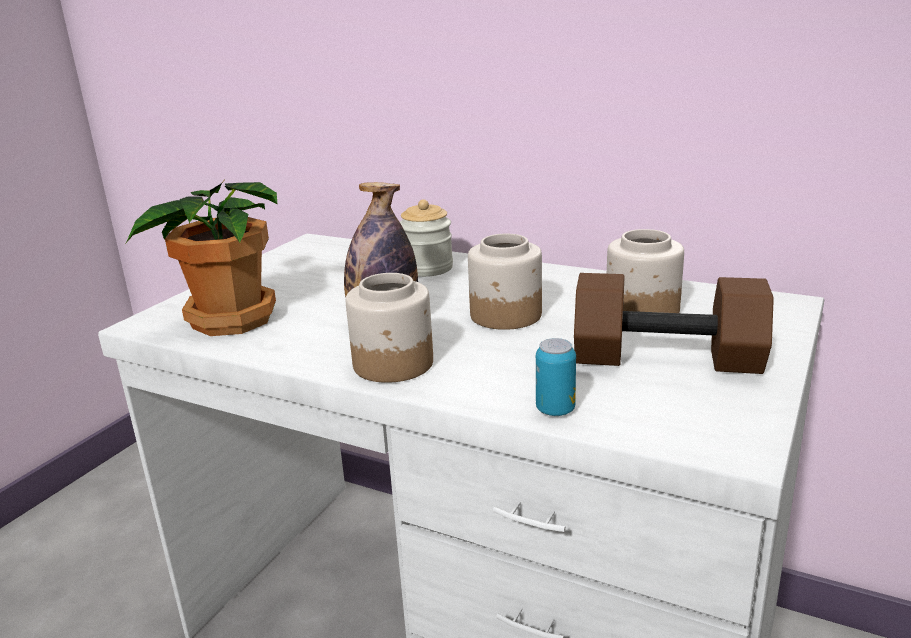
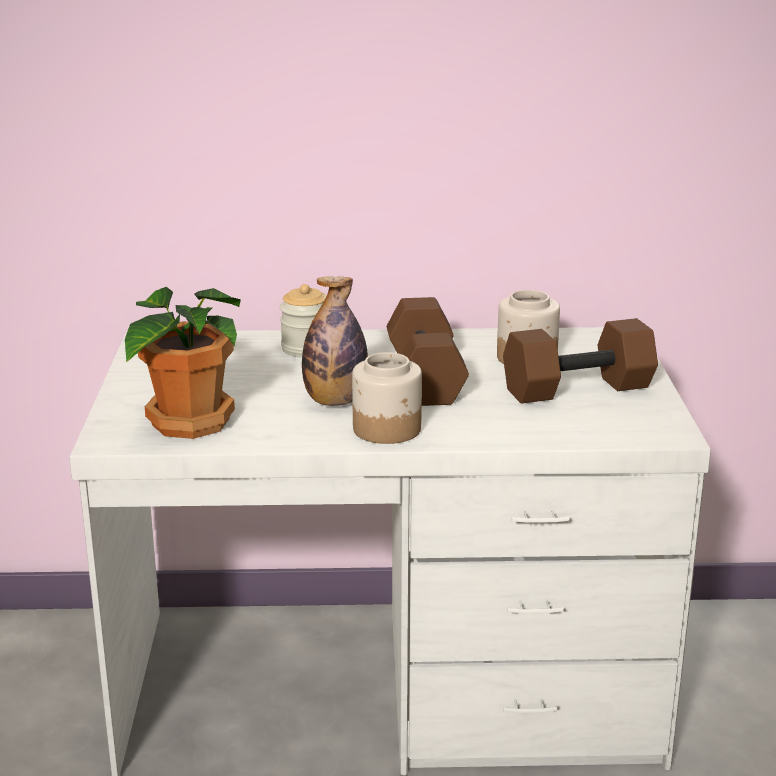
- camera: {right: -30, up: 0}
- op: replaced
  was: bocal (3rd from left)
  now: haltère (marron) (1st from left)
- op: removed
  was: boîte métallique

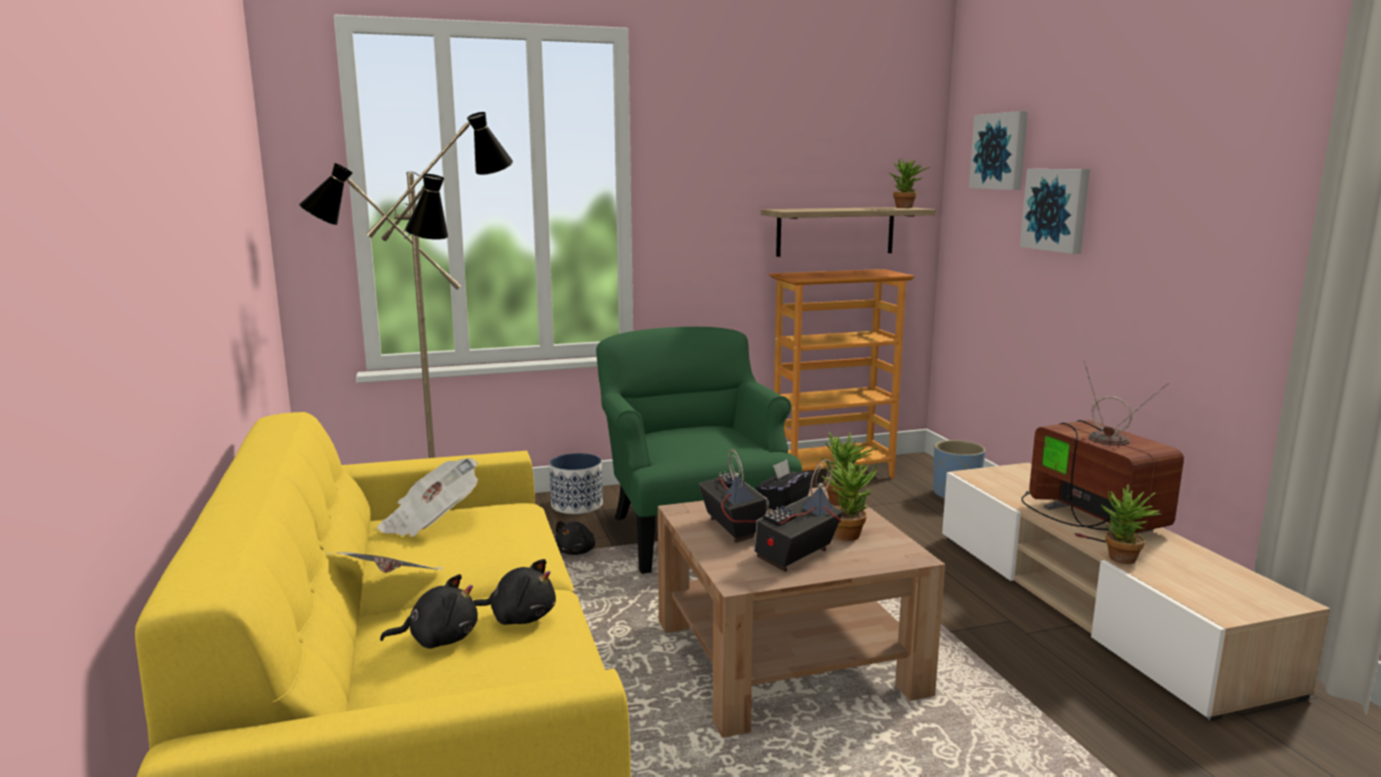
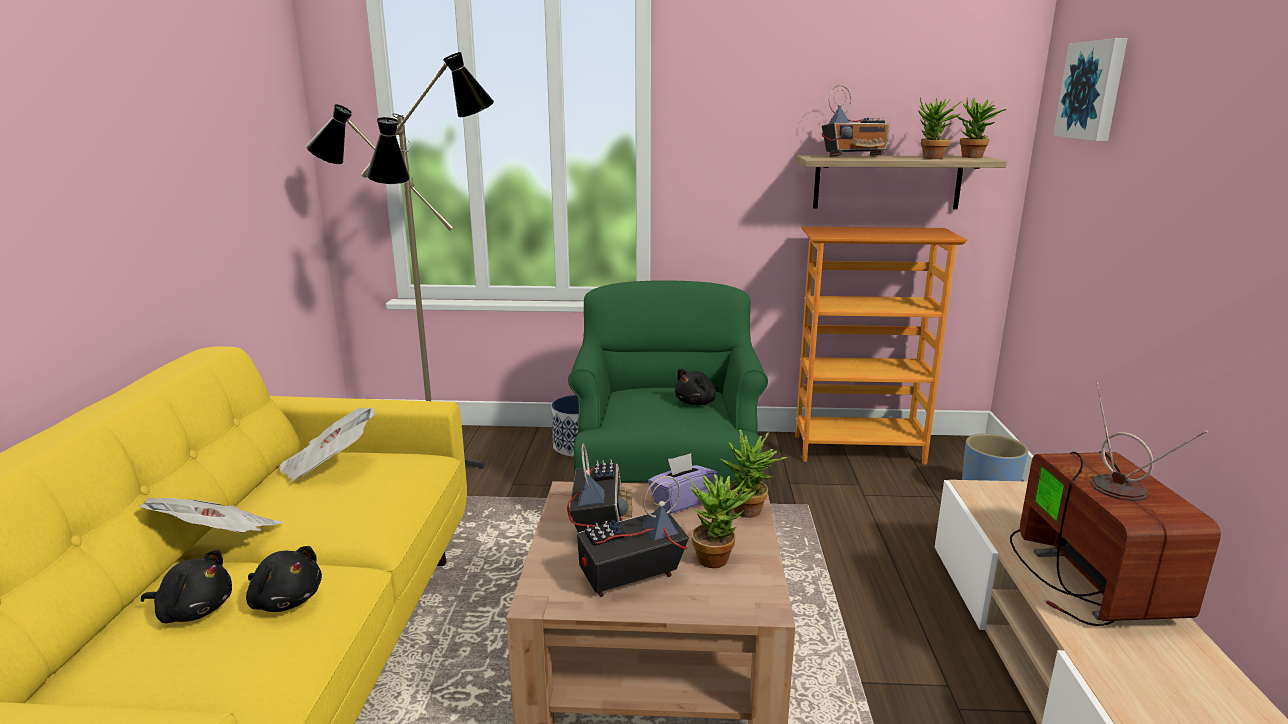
- camera: {right: 20, up: 5}
- op: moved
  was: peluche (noir) (3rd from left)
- op: recoloured
  was: boîte à mouchoirs (noir)
  now: boîte à mouchoirs (violet)
- op: removed
  was: tableau (2nd from left)
- op: moved
  was: plante en pot (4th from left in the first image)
  now: plante en pot (3rd from left)
- op: added
  now: radio (3rd from left)

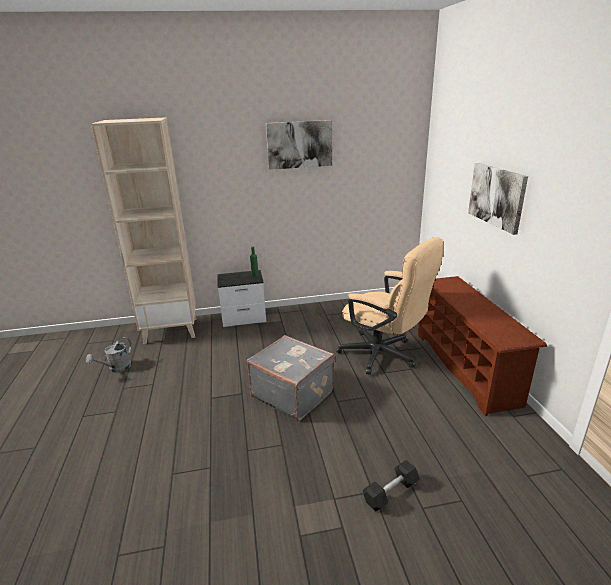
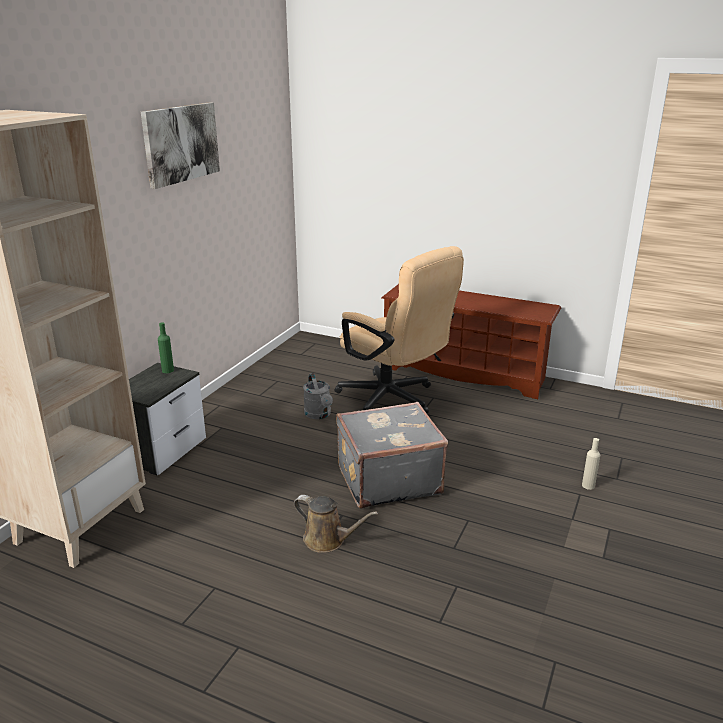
- camera: {right: -55, up: 0}
- op: moved
  was: arrosoir (gris)
- op: turned
  was: chaise de bureau (beige)
  clockwise: 60
- op: replaced
  was: haltère (noir)
  now: bouteille (beige)
- op: removed
  was: tableau (2nd from left)
- op: added
  now: arrosoir (marron)

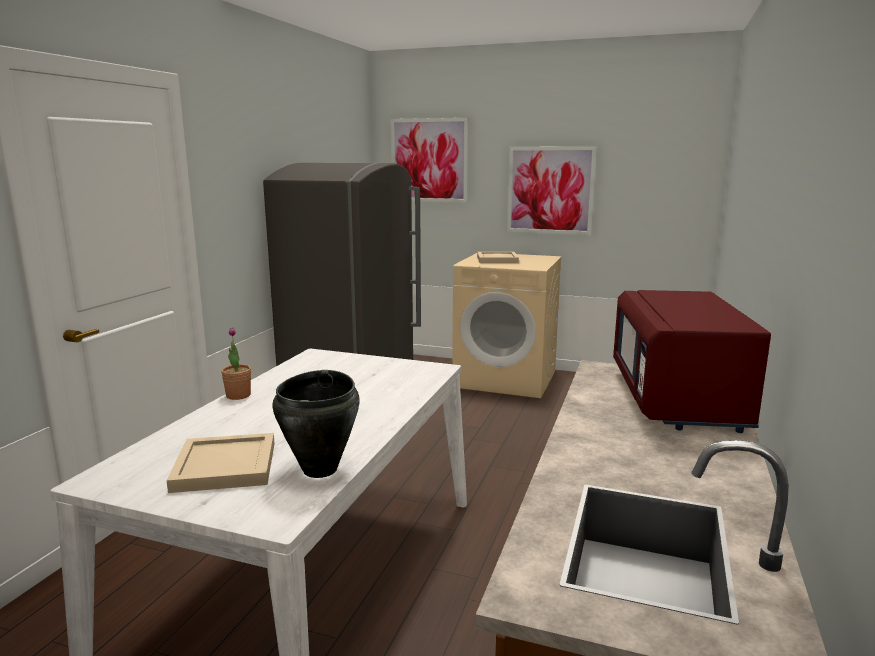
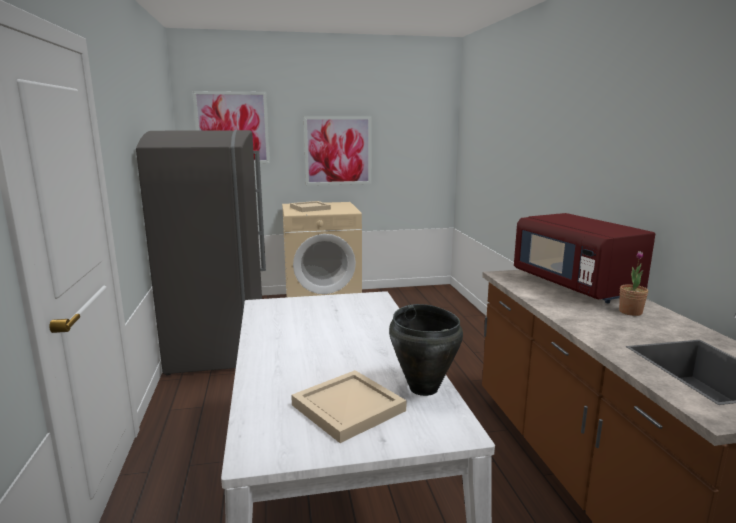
- camera: {right: -30, up: 0}
- op: moved
  was: plante en pot

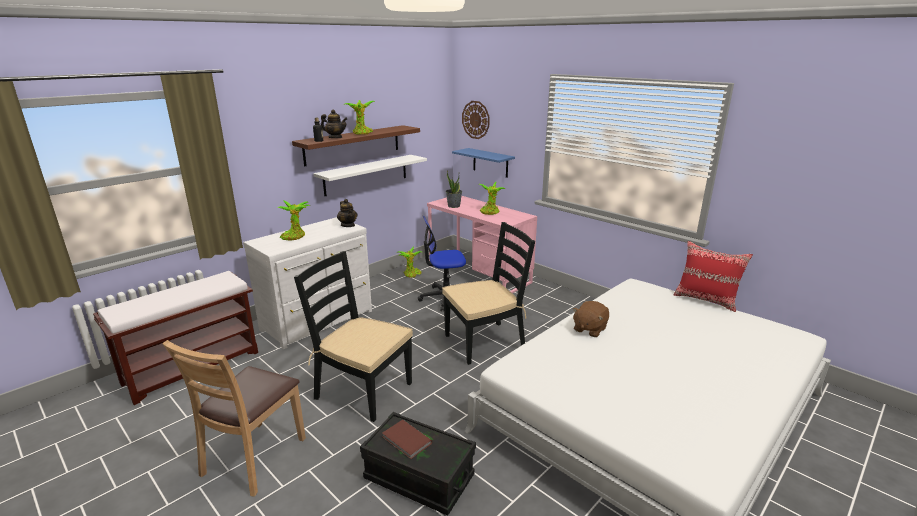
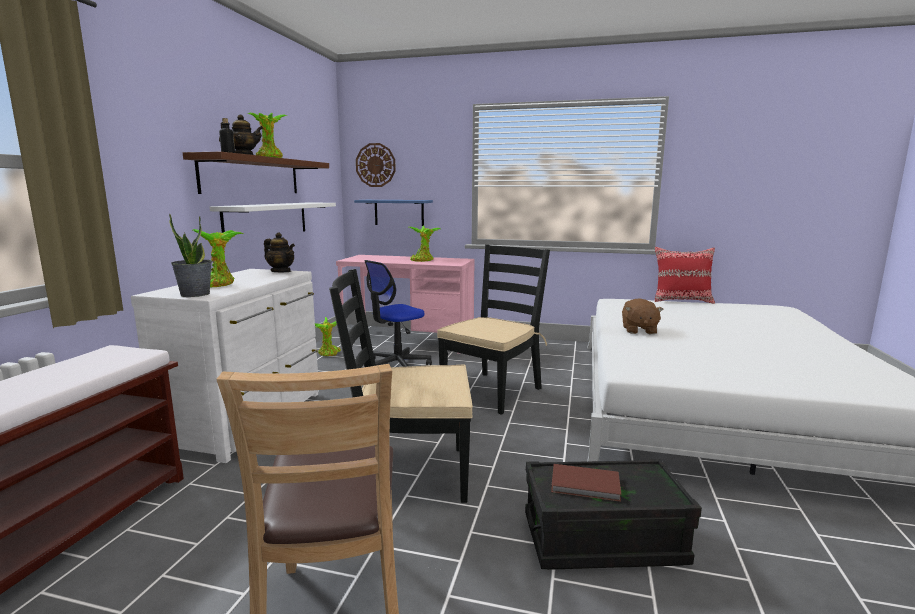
- camera: {right: -30, up: -10}
- op: moved
  was: plante en pot (4th from left in the first image)
  now: plante en pot (1st from left)

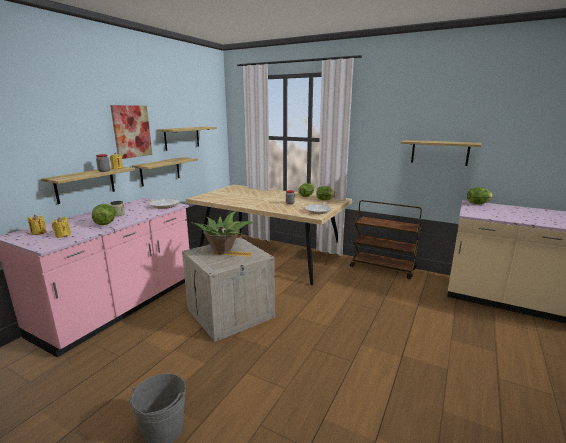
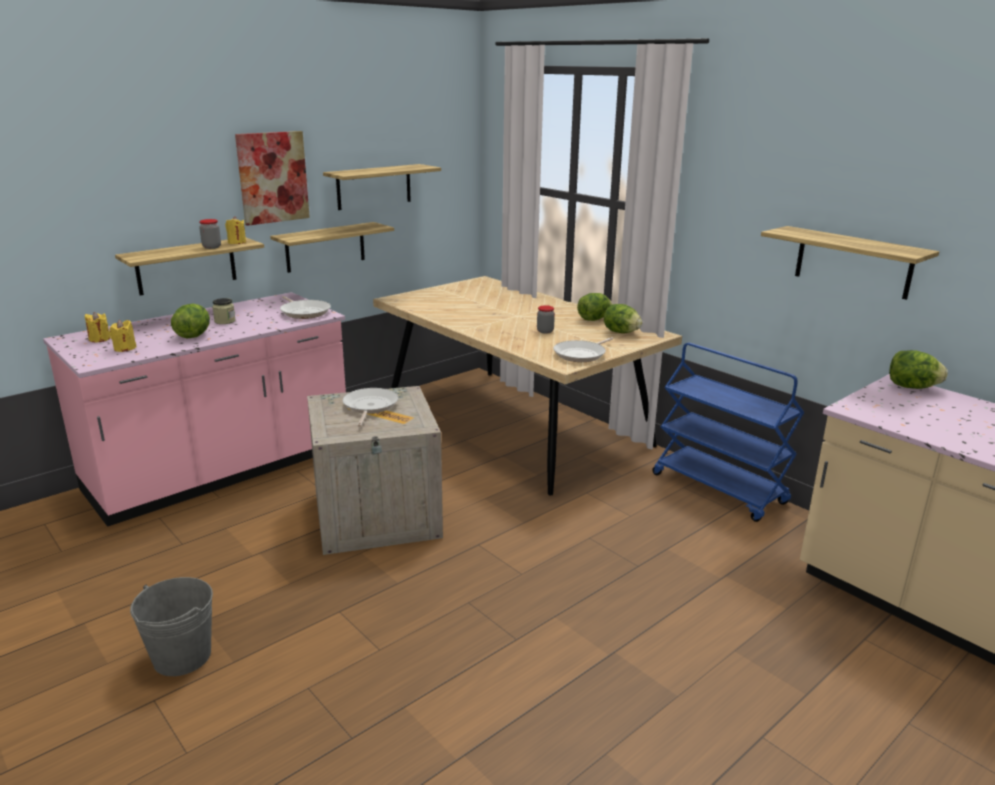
- camera: {right: 20, up: 5}
- op: replaced
  was: plante en pot
  now: poêle (2nd from left)
- op: recoloured
  was: chariot (marron)
  now: chariot (bleu)

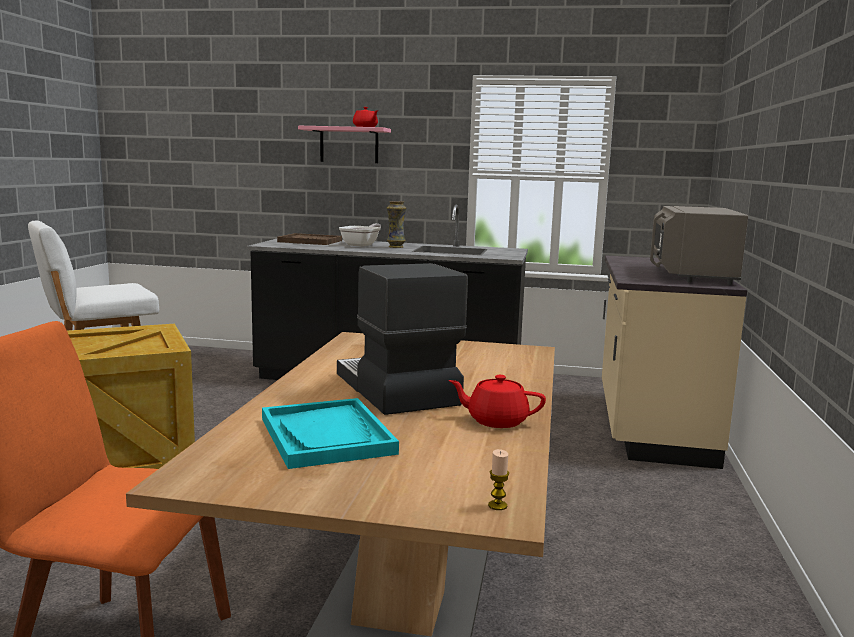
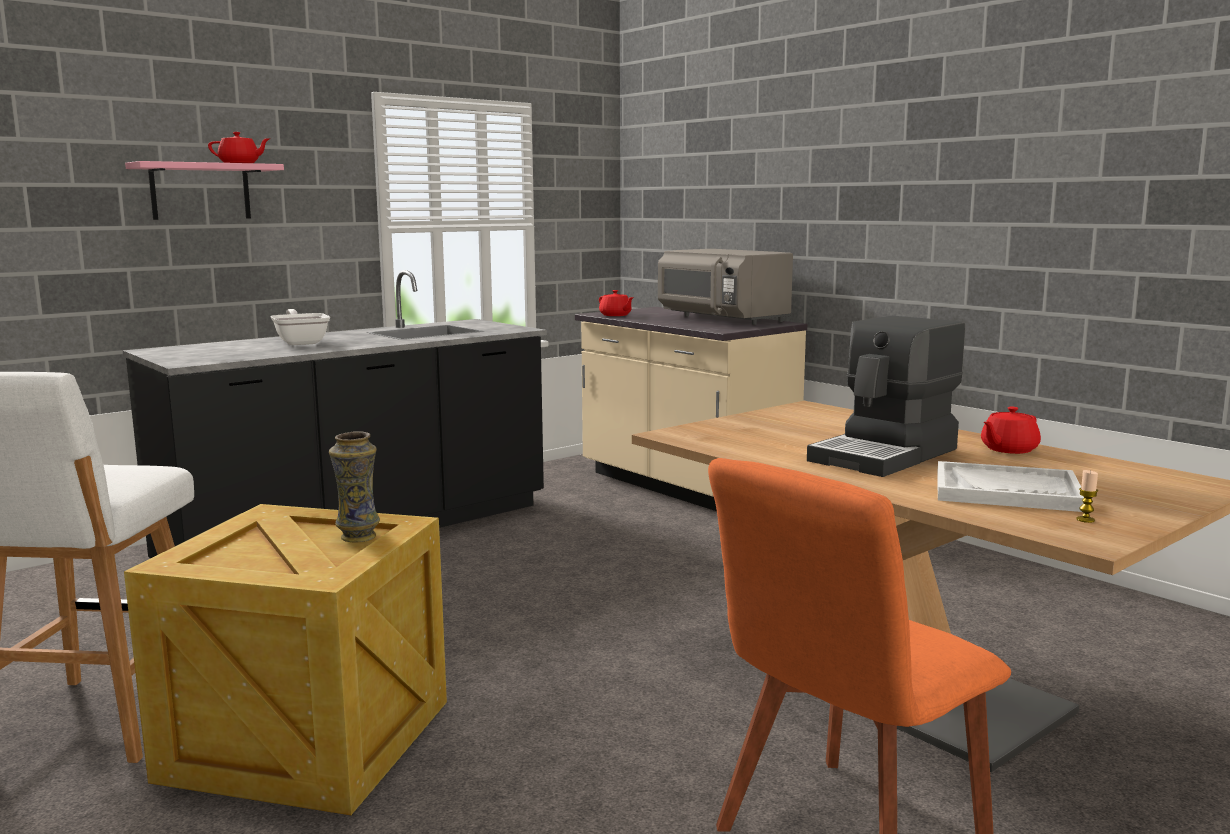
- camera: {right: -50, up: 0}
- op: recoloured
  was: plateau (turquoise)
  now: plateau (blanc)
- op: removed
  was: plateau (marron)
- op: turned
  was: machine à café
  clockwise: -60
- op: moved
  was: vase
- op: moved
  was: bougie
- op: added
  now: théière (rouge) (2nd from left)

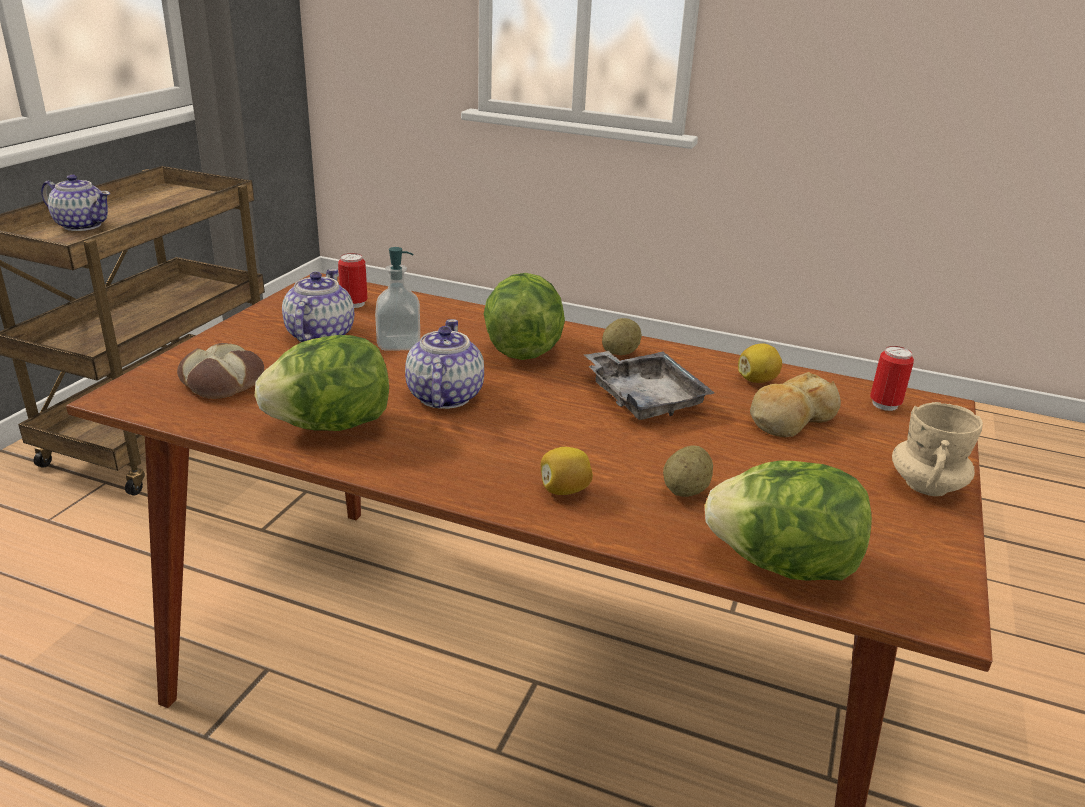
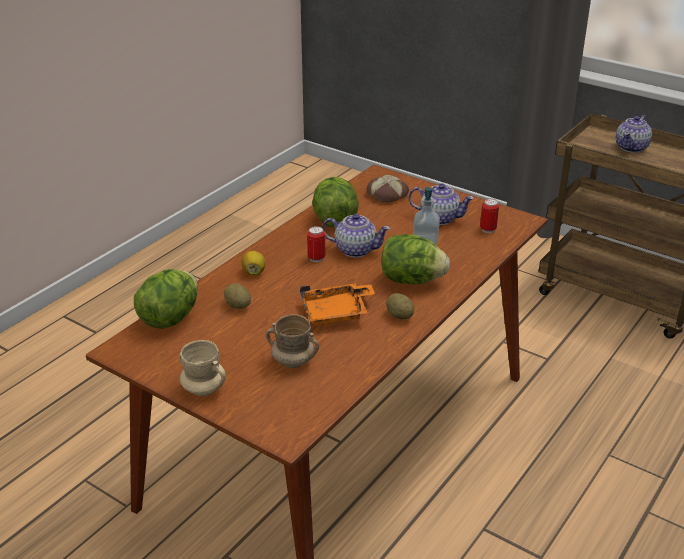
- camera: {right: 105, up: 5}
- op: recoloured
  was: plateau (gris)
  now: plateau (orange)
- op: removed
  was: citron (2nd from left)
- op: replaced
  was: pain (2nd from left)
  now: mug (beige) (2nd from left)
- op: moved
  was: boîte métallique (2nd from left in the first image)
  now: boîte métallique (1st from left)

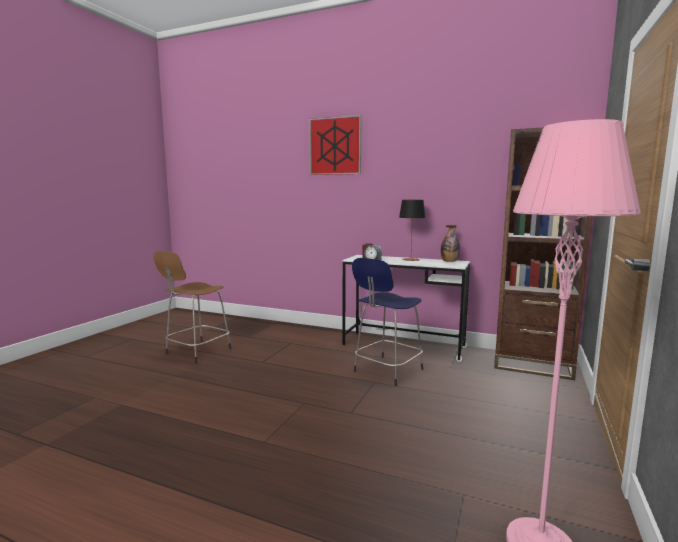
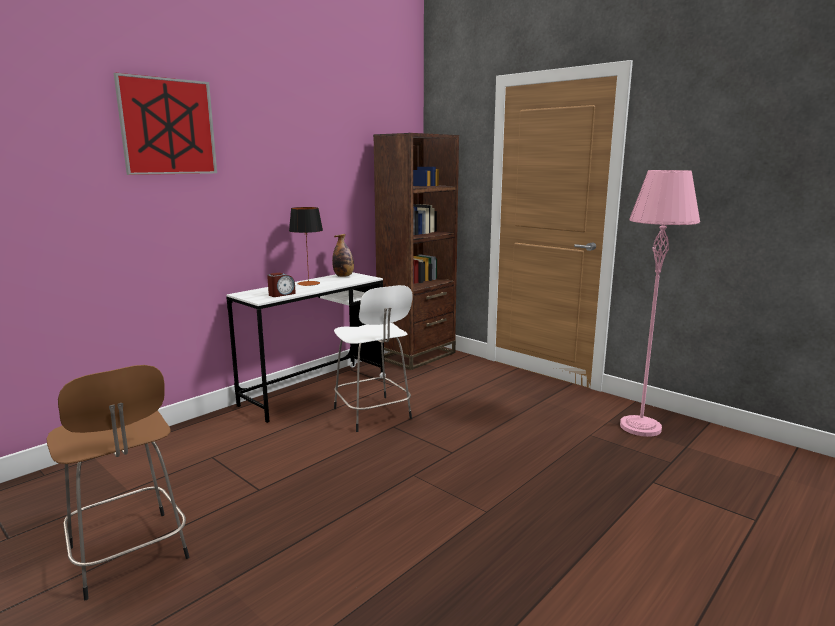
- camera: {right: -70, up: 5}
- op: recoloured
  was: tabouret (bleu)
  now: tabouret (blanc)

